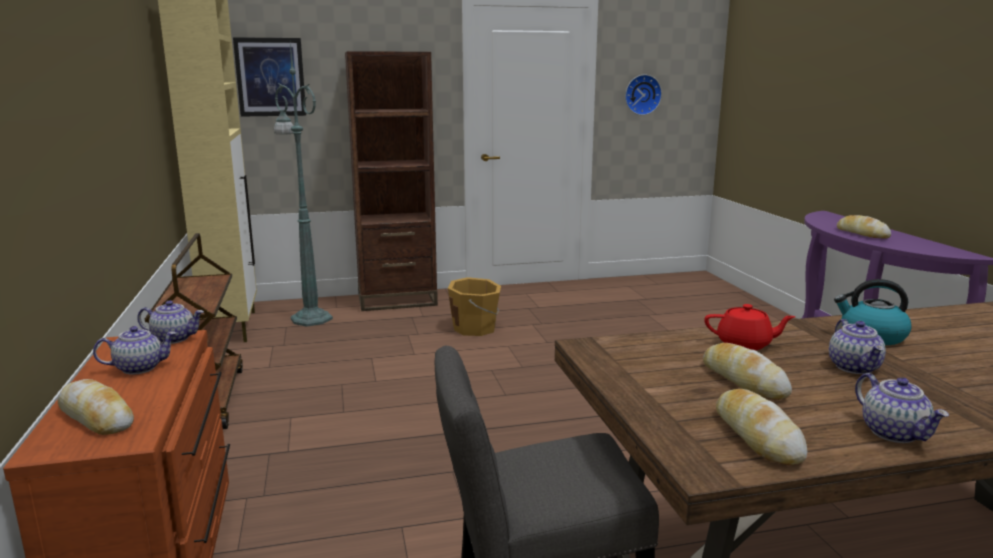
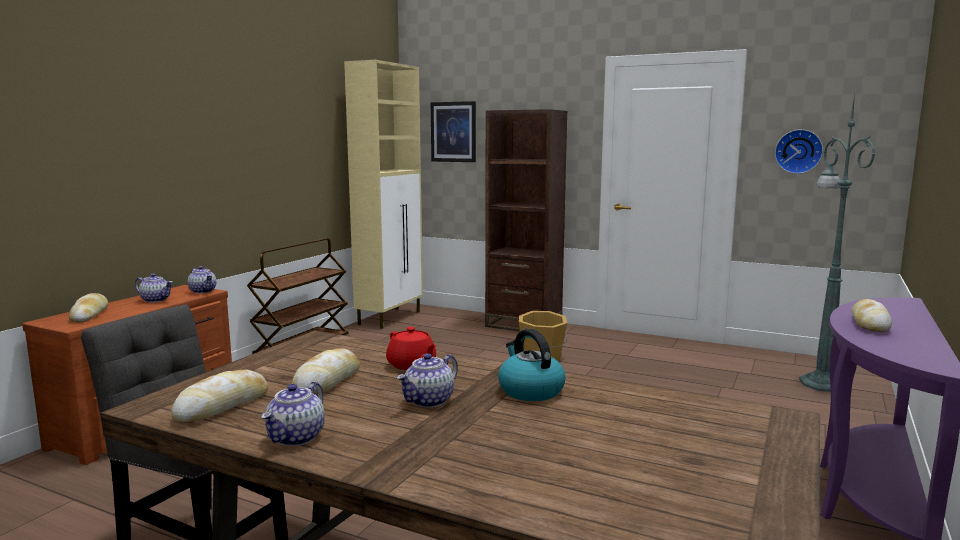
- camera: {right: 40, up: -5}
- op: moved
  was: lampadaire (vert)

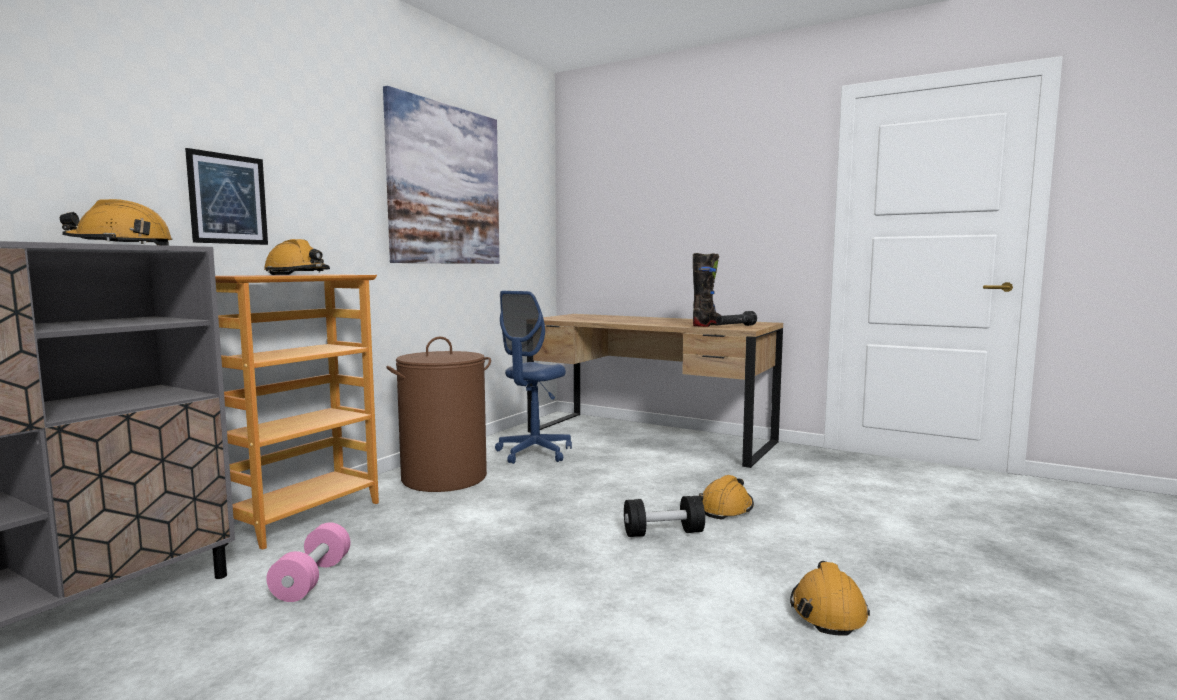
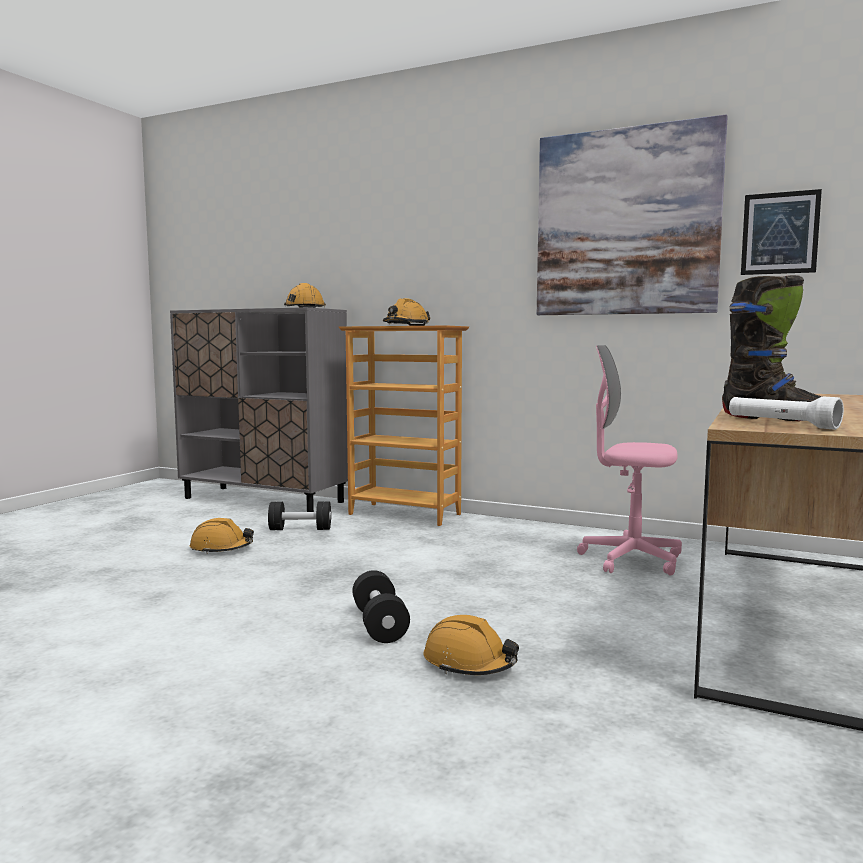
- camera: {right: 85, up: 0}
- op: moved
  was: tableau (1st from left in the first image)
  now: tableau (2nd from left)
- op: recoloured
  was: haltère (rose)
  now: haltère (noir) (1st from left)
- op: removed
  was: panier à linge (marron)
- op: recoloured
  was: chaise de bureau (bleu)
  now: chaise de bureau (rose)
- op: recoloured
  was: lampe de poche (noir)
  now: lampe de poche (blanc)
- op: moved
  was: casque de chantier (orange) (4th from left in the first image)
  now: casque de chantier (orange) (1st from left)

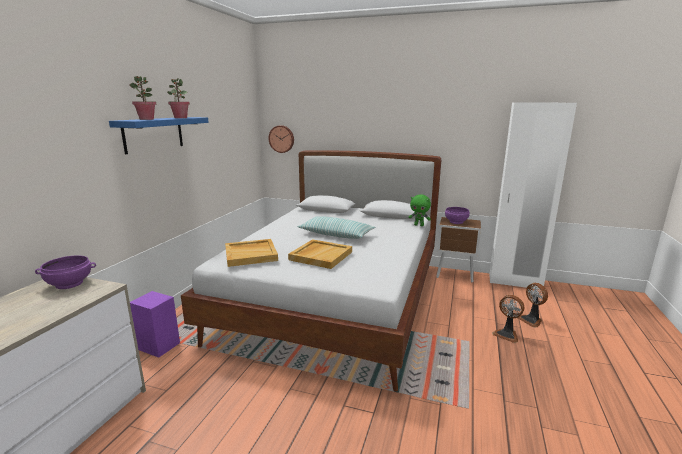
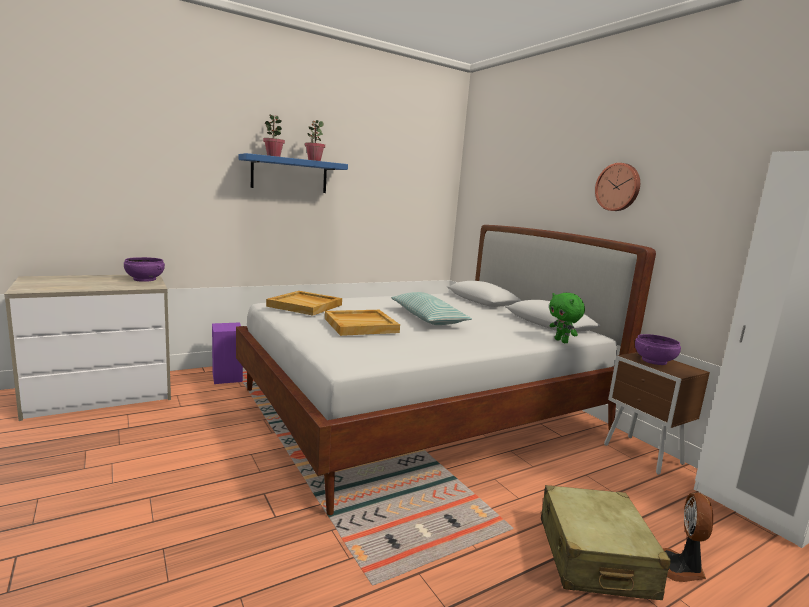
- camera: {right: 40, up: -5}
- op: moved
  was: horloge murale
- op: replaced
  was: ventilateur (1st from left)
  now: valise (beige)

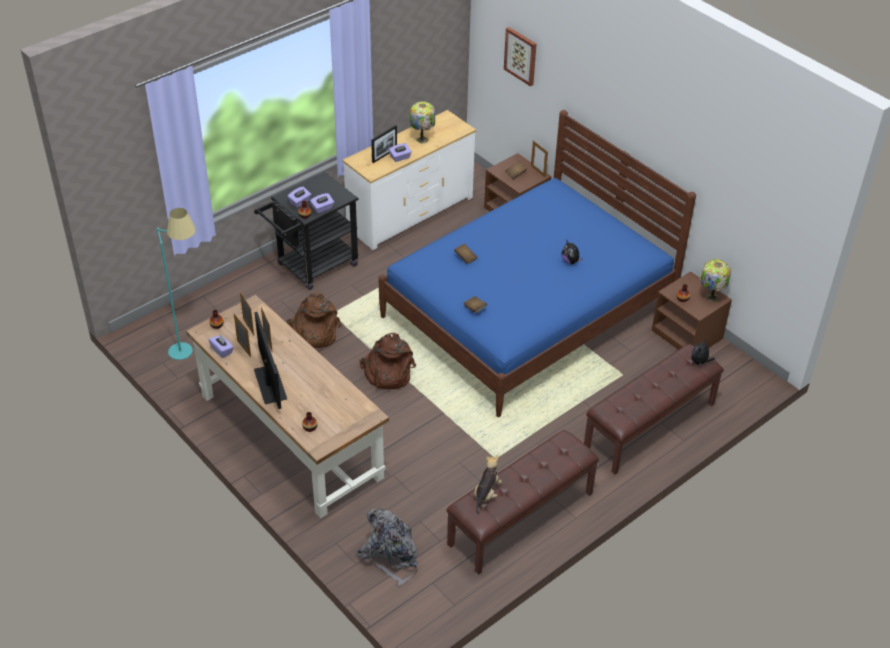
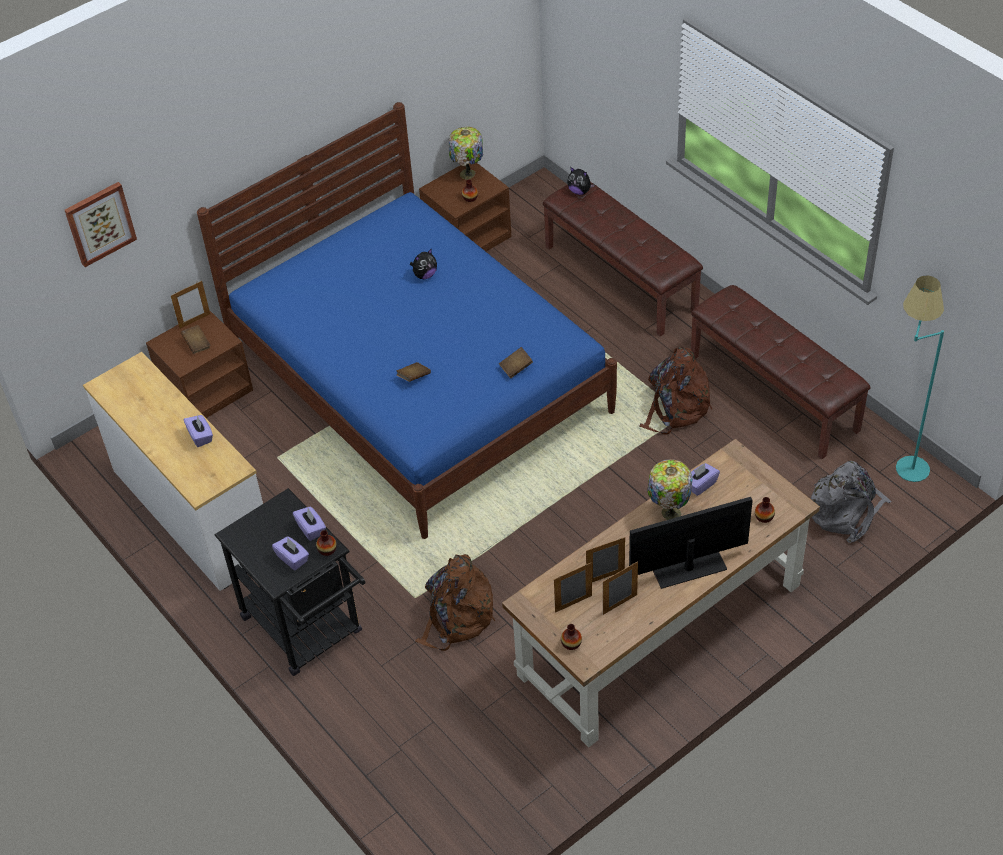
- camera: {right: -85, up: 5}
- op: moved
  was: lampadaire (turquoise)
- op: moved
  was: boîte à mouchoirs (violet) (1st from left in the first image)
  now: boîte à mouchoirs (violet) (4th from left)
- op: moved
  was: sac à dos (marron) (2nd from left)
- op: removed
  was: cadre photo (4th from left)
- op: moved
  was: lampe de table (1st from left in the first image)
  now: lampe de table (2nd from left)
- op: removed
  was: peluche (1st from left)

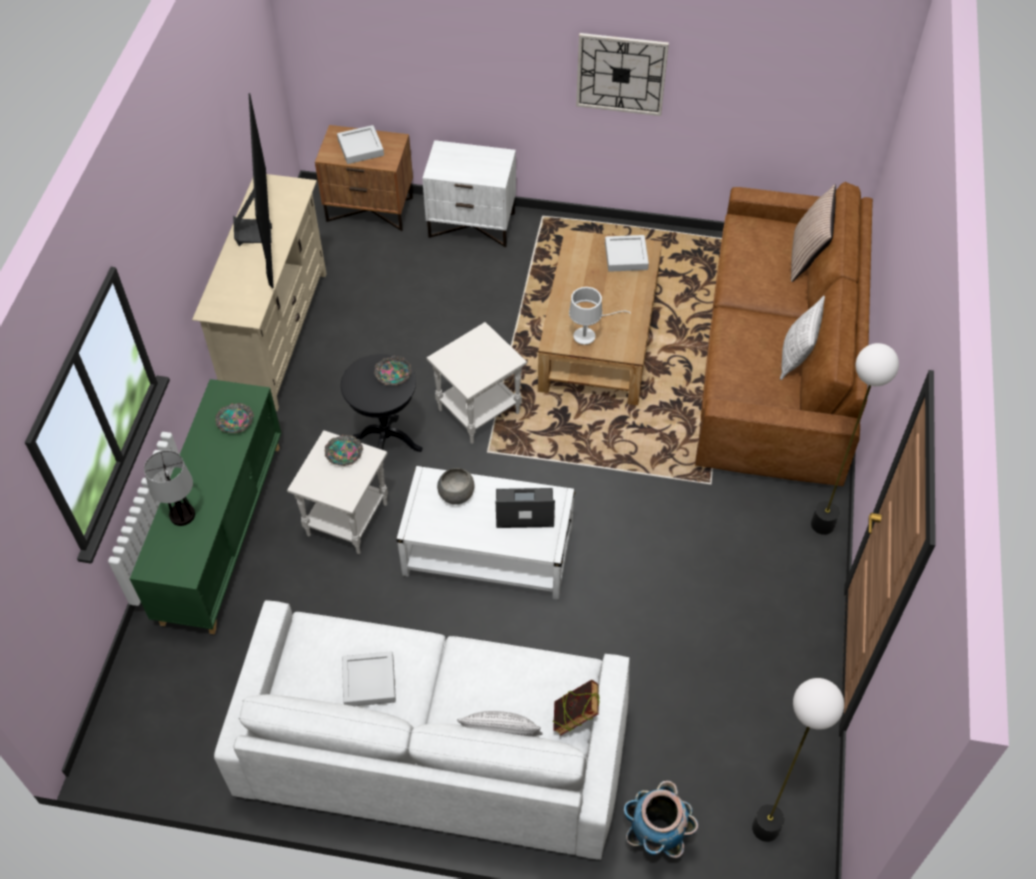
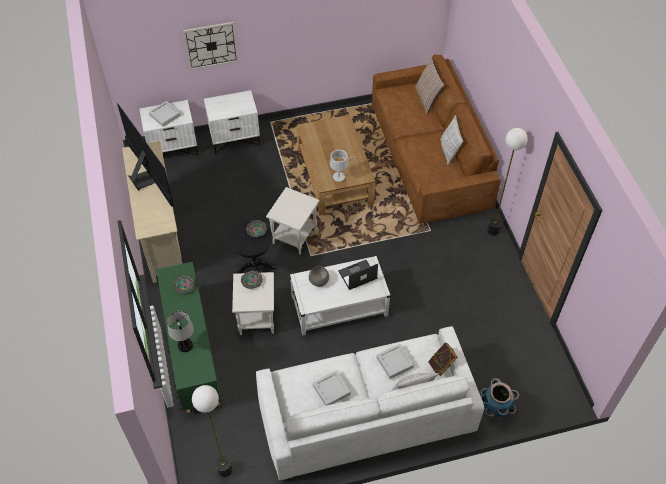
- camera: {right: -25, up: 0}
- op: recoloured
  was: table de chevet (marron)
  now: table de chevet (blanc) (1st from left)
- op: moved
  was: horloge murale
- op: moved
  was: plateau (gris) (3rd from left)
- op: moved
  was: lampadaire (1st from left)

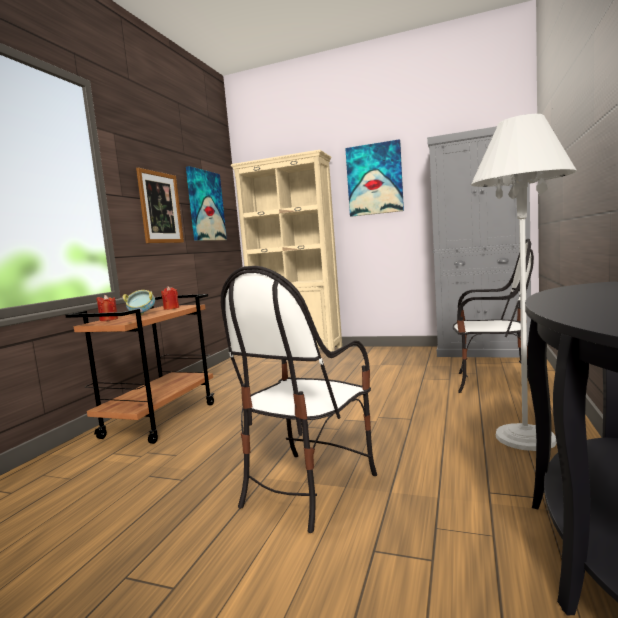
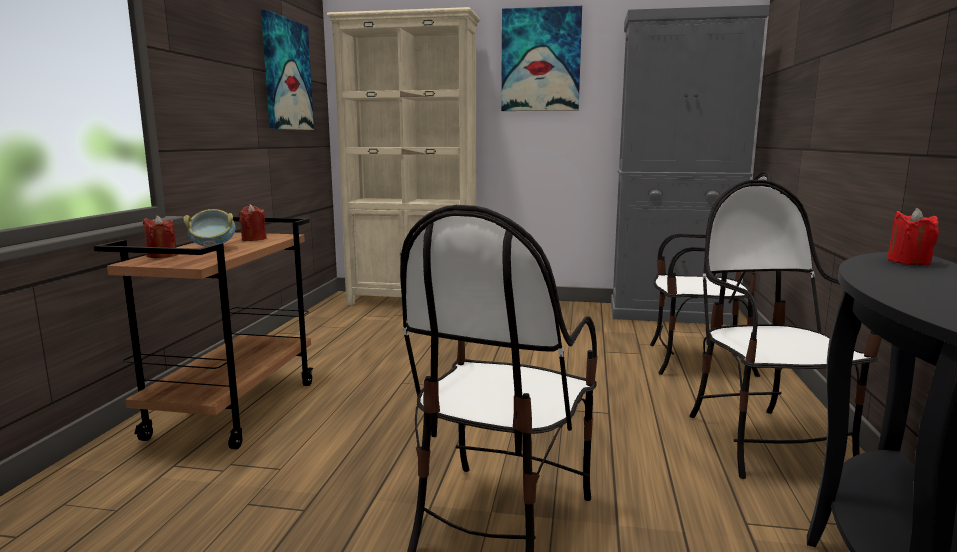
- camera: {right: -10, up: 5}
- op: removed
  was: tableau (1st from left)
- op: replaced
  was: lampadaire (blanc)
  now: chaise (3rd from left)
- op: added
  now: bougie (rouge) (3rd from left)

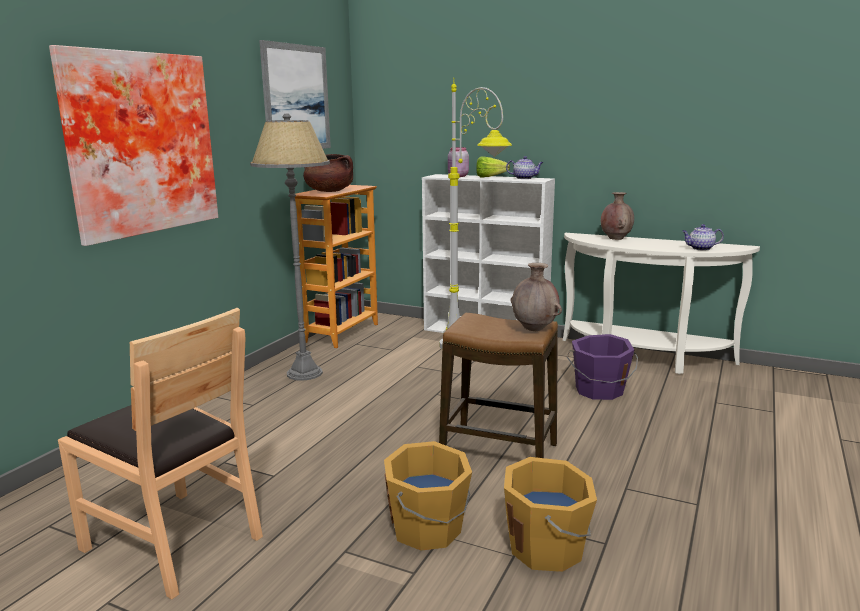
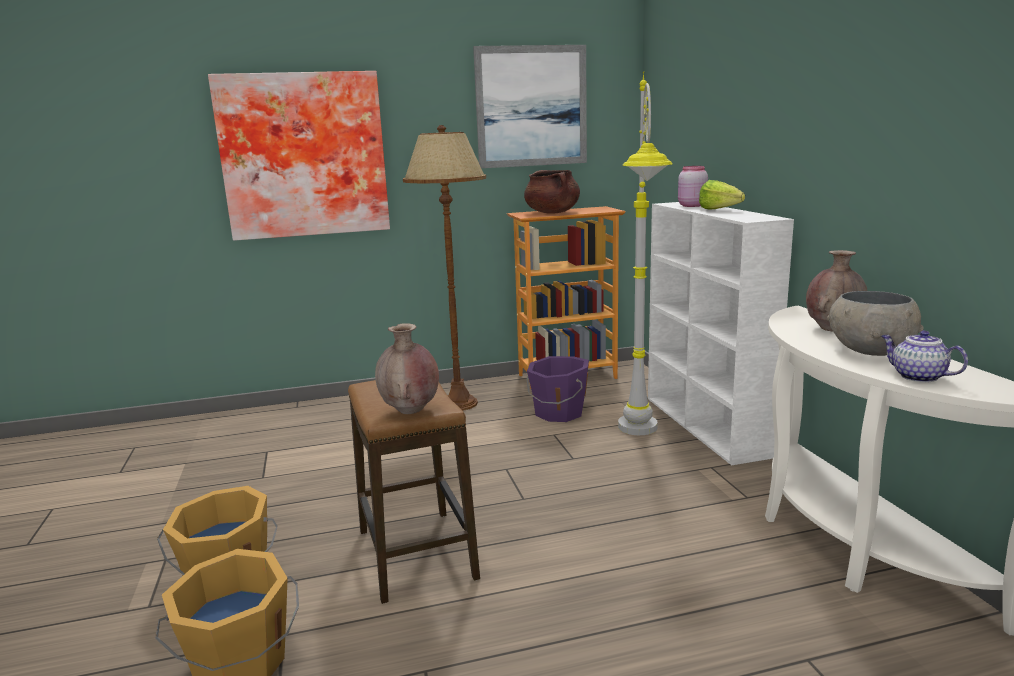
- camera: {right: 50, up: 0}
- op: removed
  was: chaise (marron)
- op: recoloured
  was: lampadaire (gris) (1st from left)
  now: lampadaire (marron)
- op: removed
  was: théière (1st from left)
- op: moved
  was: seau (violet)
- op: added
  now: bol (gris)

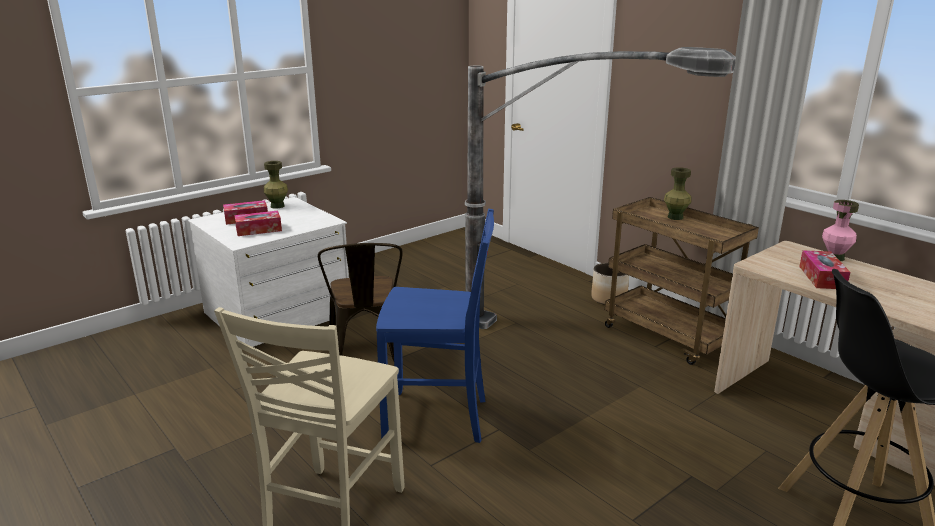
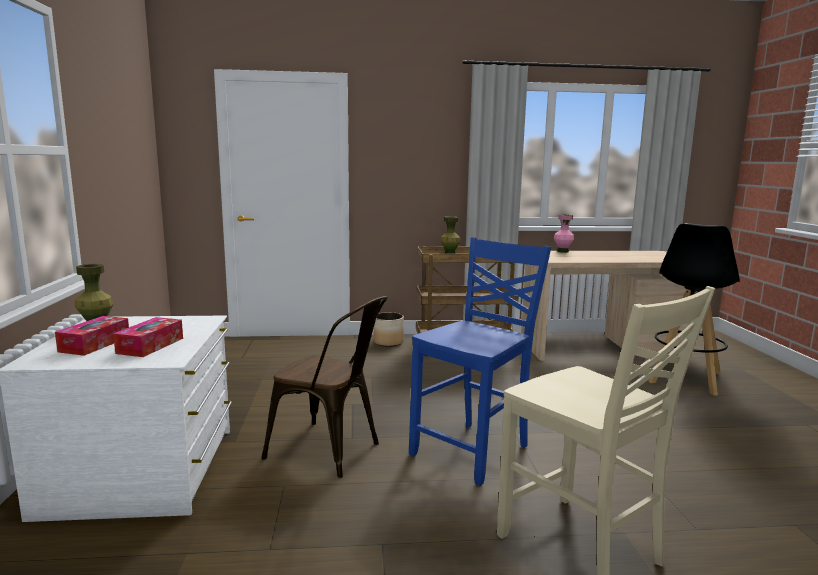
- camera: {right: -55, up: -10}
- op: removed
  was: lampadaire
- op: removed
  was: boîte à mouchoirs (3rd from left)

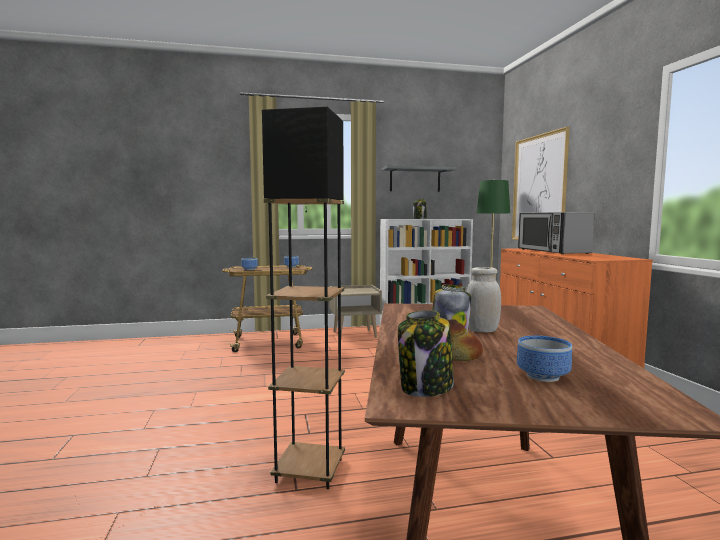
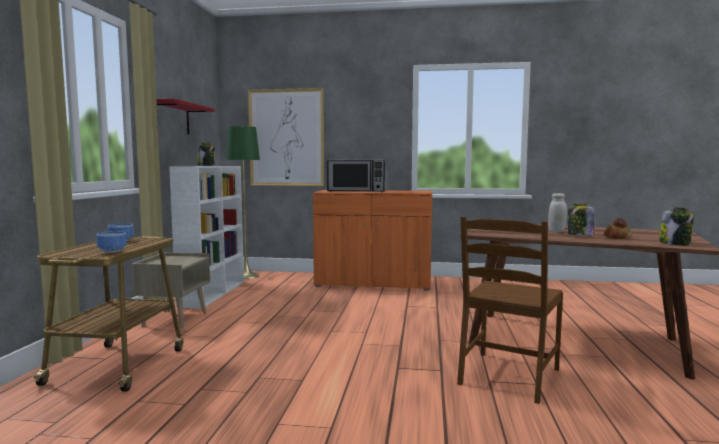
- camera: {right: -70, up: 0}
- op: replaced
  was: lampadaire (noir)
  now: chaise (marron)
- op: recoloured
  was: étagère (gris)
  now: étagère (rouge)
- op: removed
  was: bol (3rd from left)

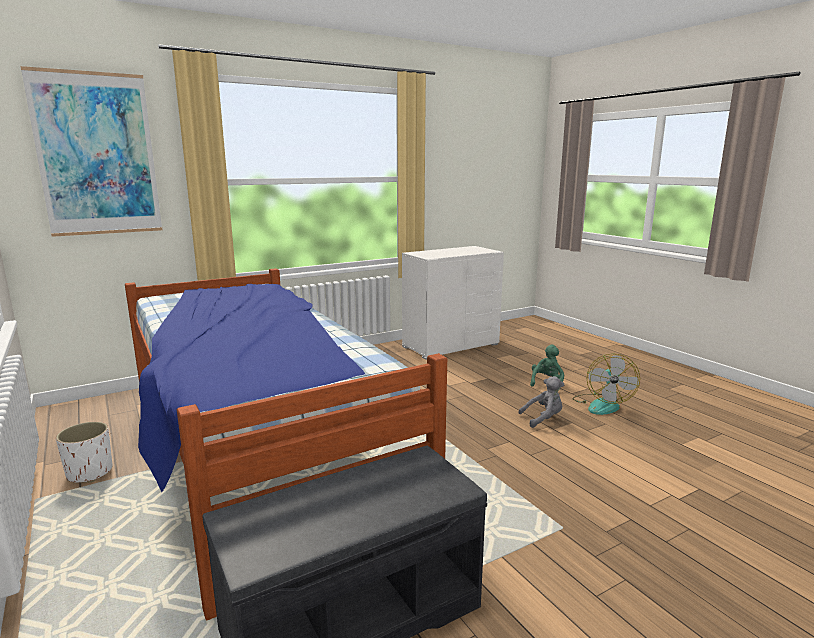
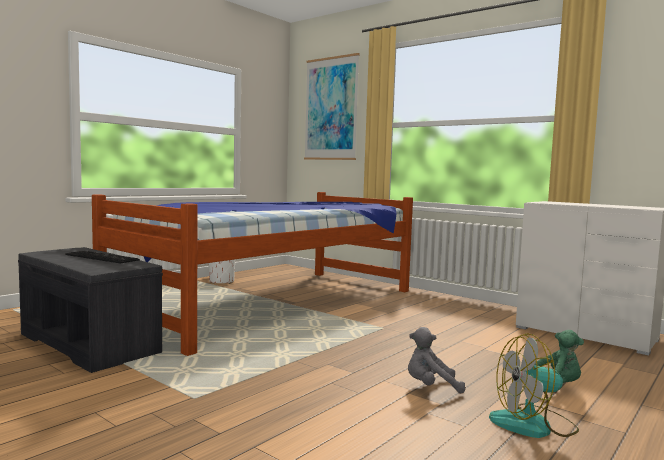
- camera: {right: 70, up: -10}
- op: turned
  was: peluche (gris)
  clockwise: 120
- op: added
  now: clavier

